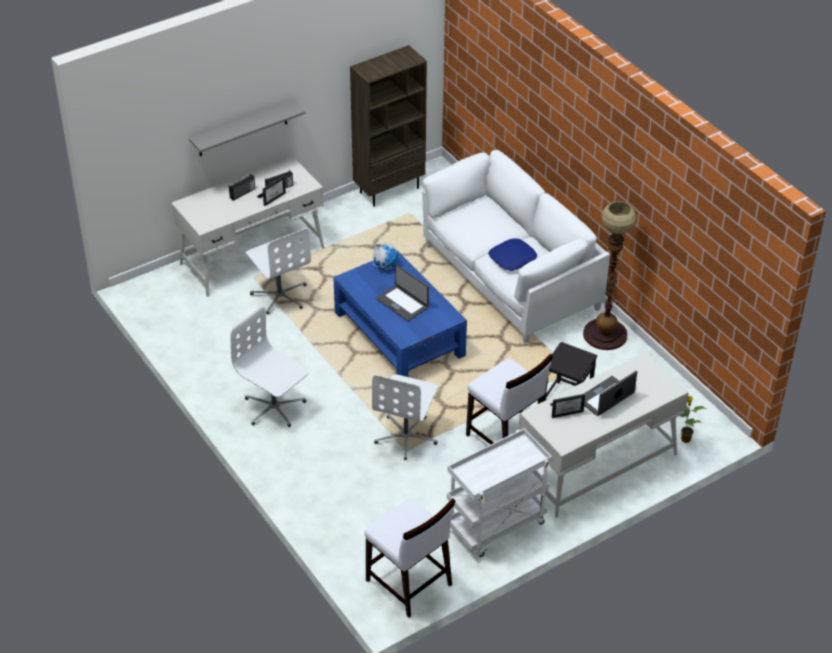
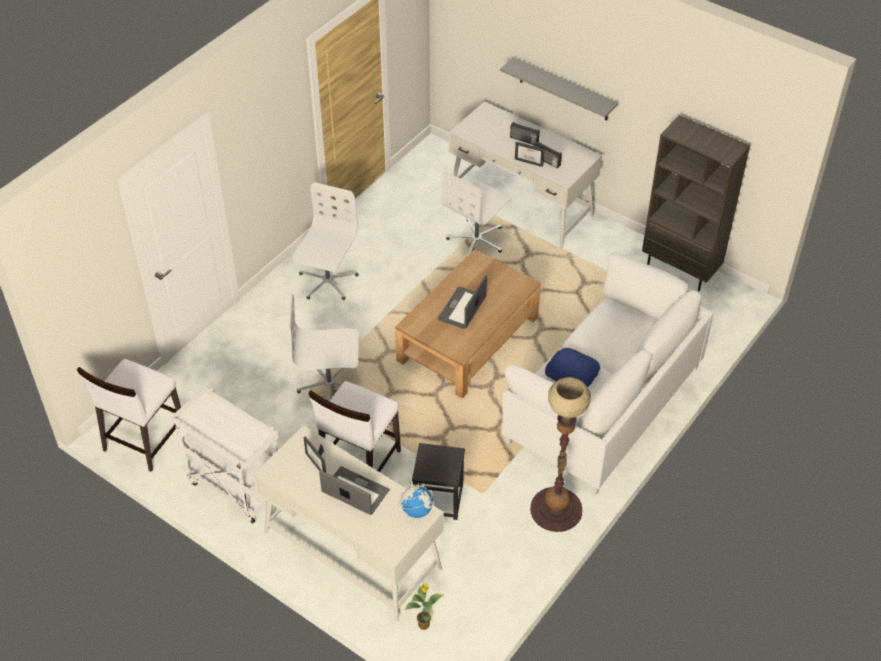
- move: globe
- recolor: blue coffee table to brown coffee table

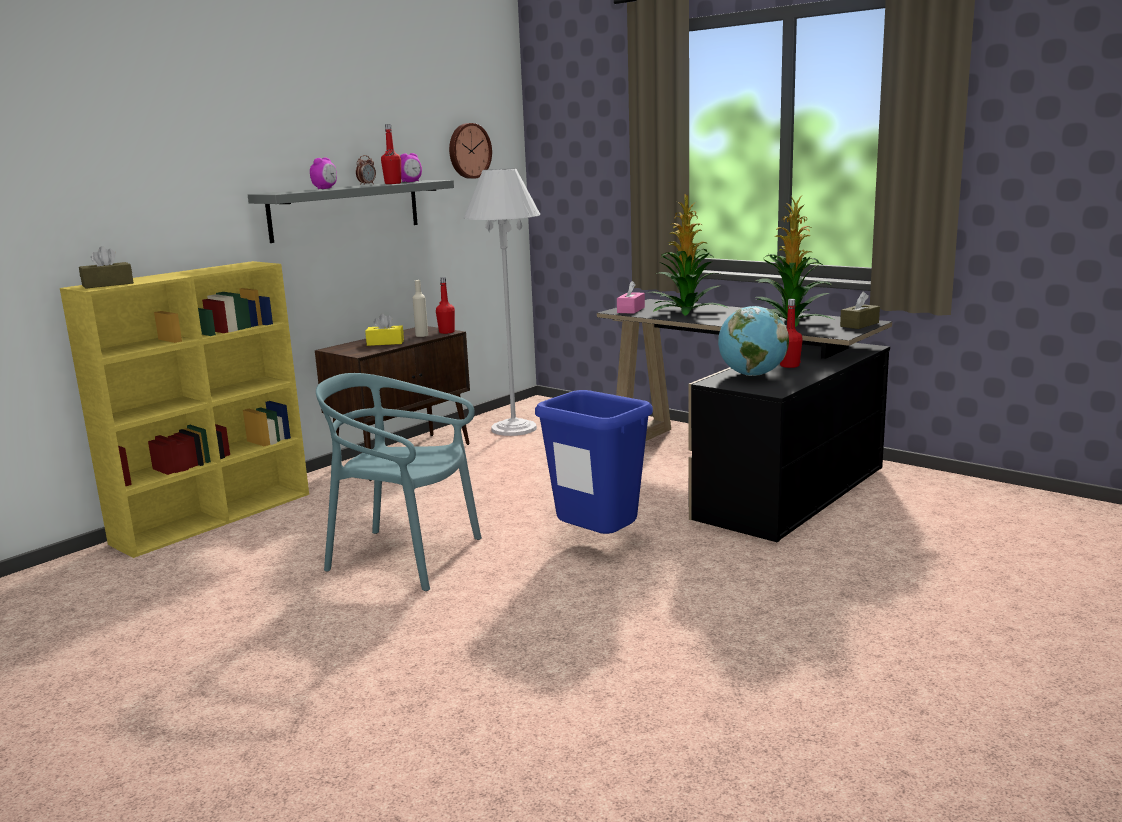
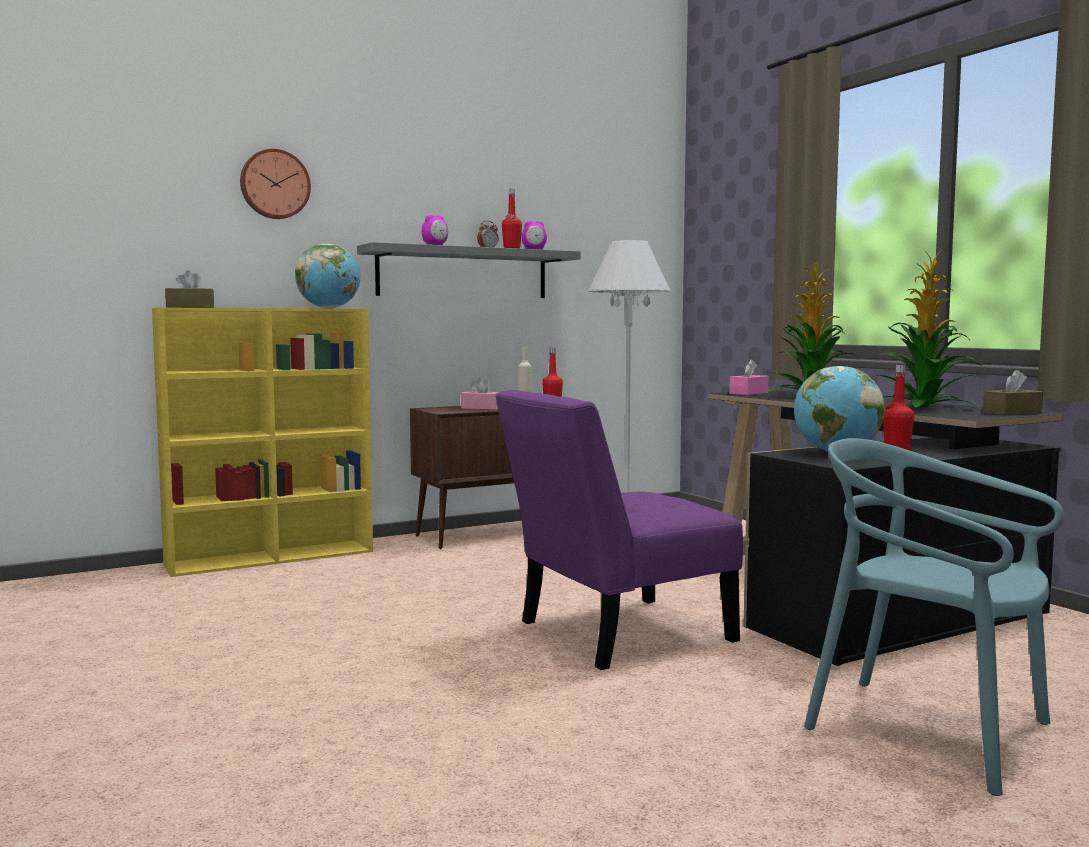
- move: wall clock
- recolor: yellow tissue box to pink tissue box (1st from left)
- move: turquoise chair
- replace: blue trash can to purple chair
- insert: globe (1st from left)

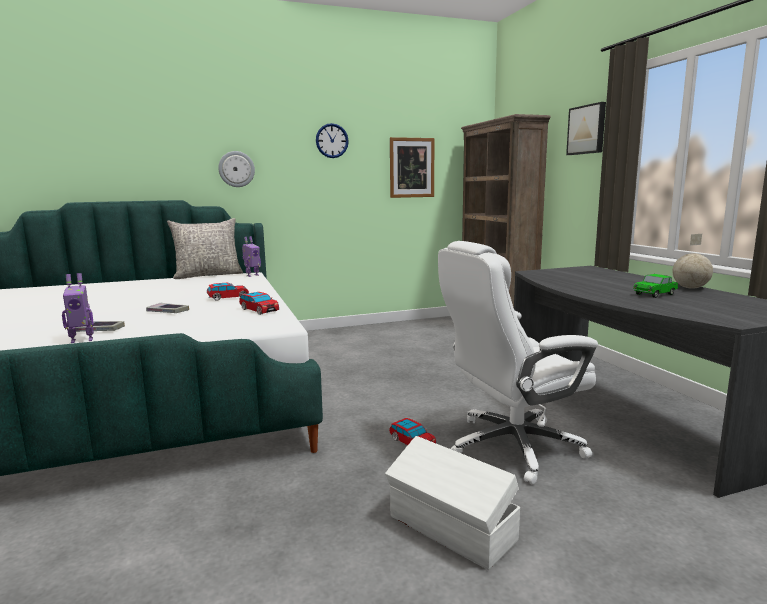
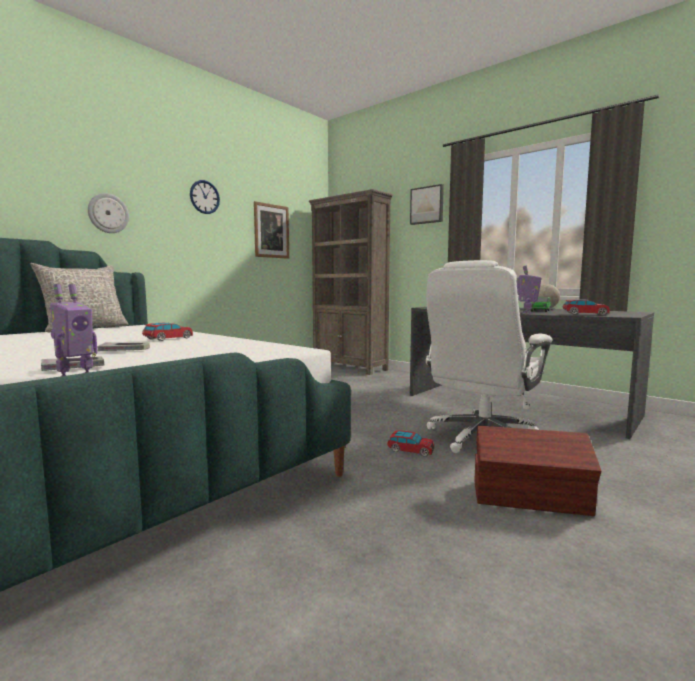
- move: toy robot (2nd from left)
- move: toy car (2nd from left in the first image) to toy car (4th from left)
- recolor: white storage box to brown storage box

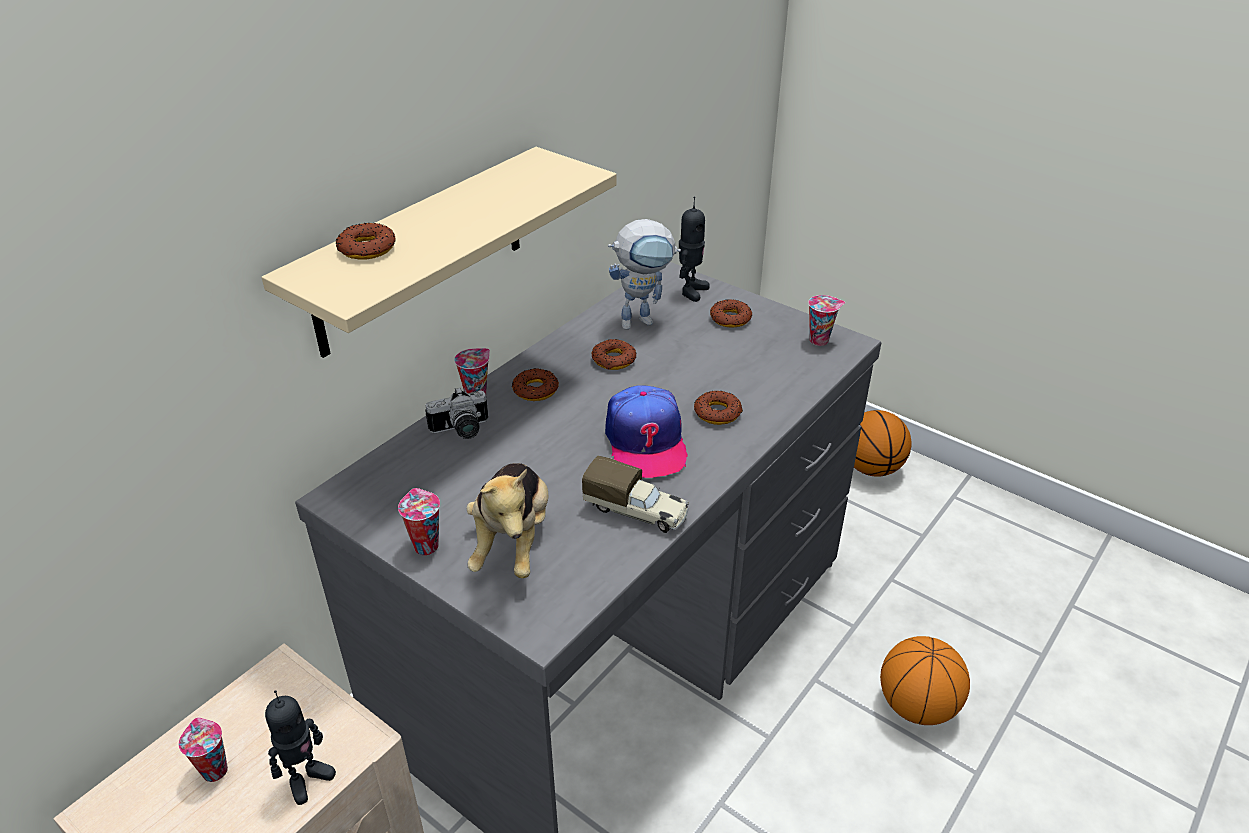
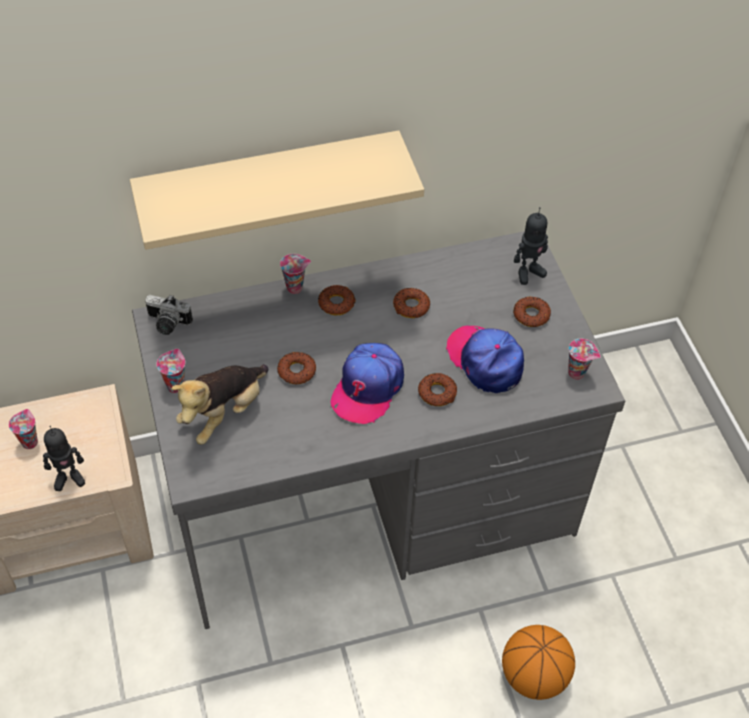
- delete: toy robot (2nd from left)
- move: donut (1st from left)
- move: photo camera
- delete: basketball (1st from left)
- delete: toy truck
- insert: cap (2nd from left)

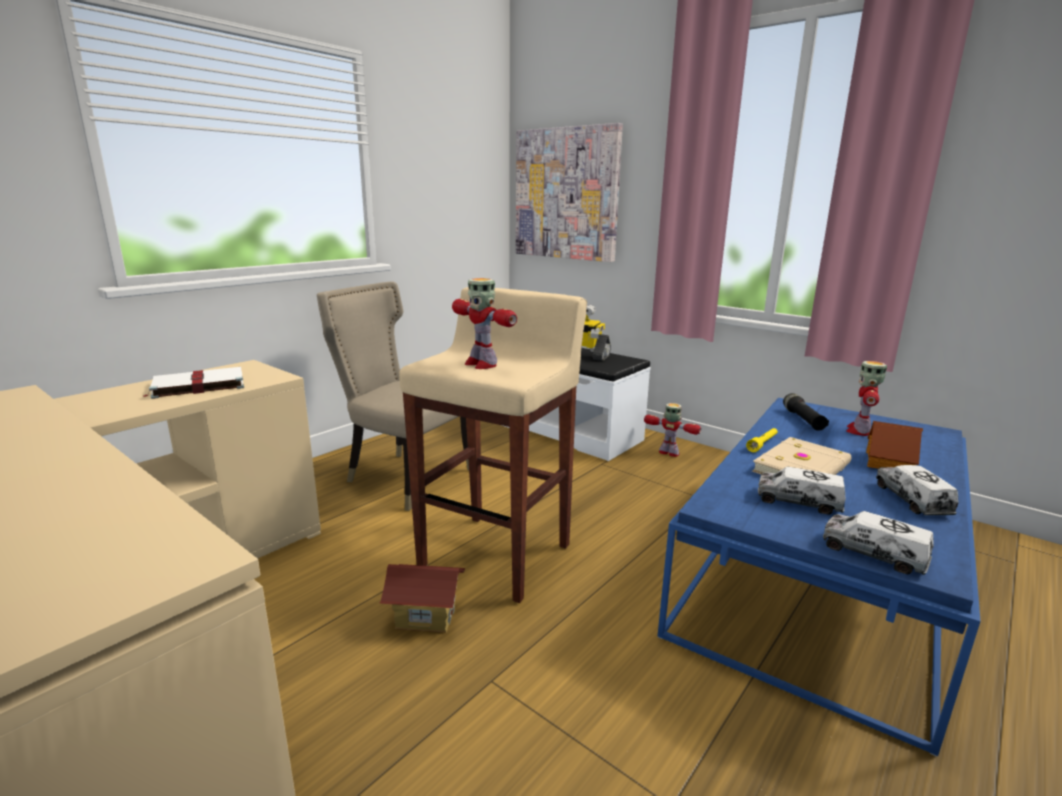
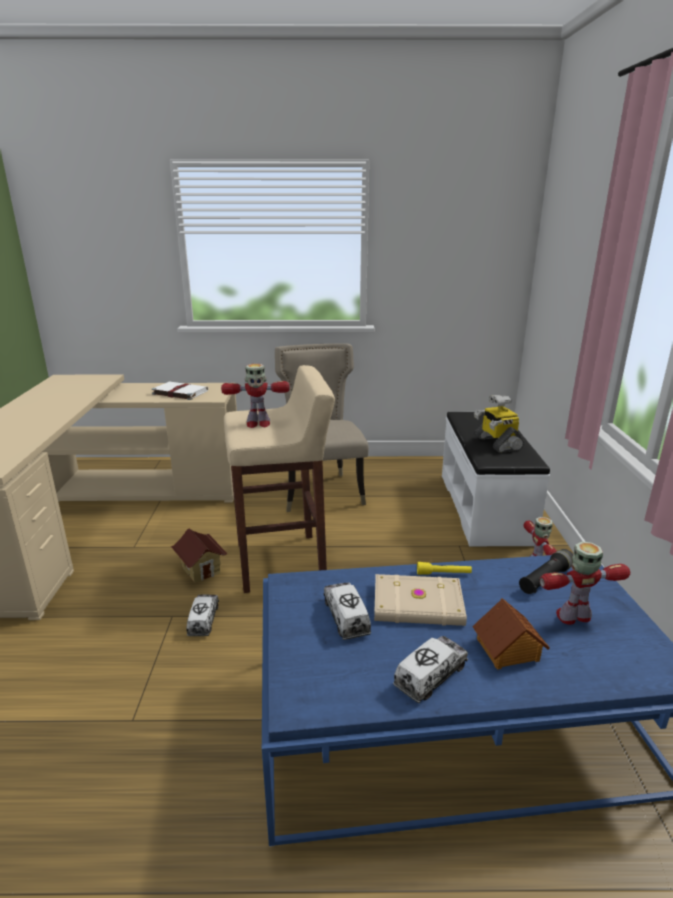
- delete: picture
- rotate: toy robot (1st from left) 105 degrees counterclockwise
- move: toy truck (2nd from left in the first image) to toy truck (1st from left)

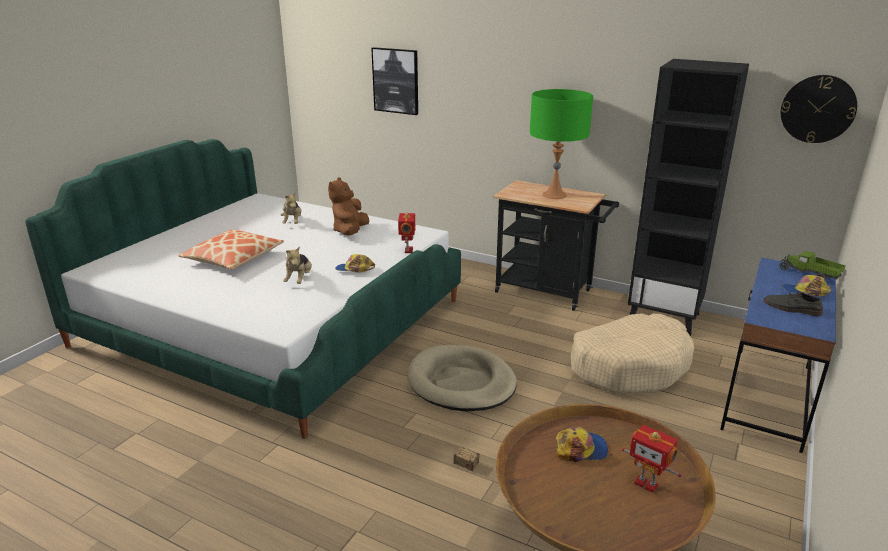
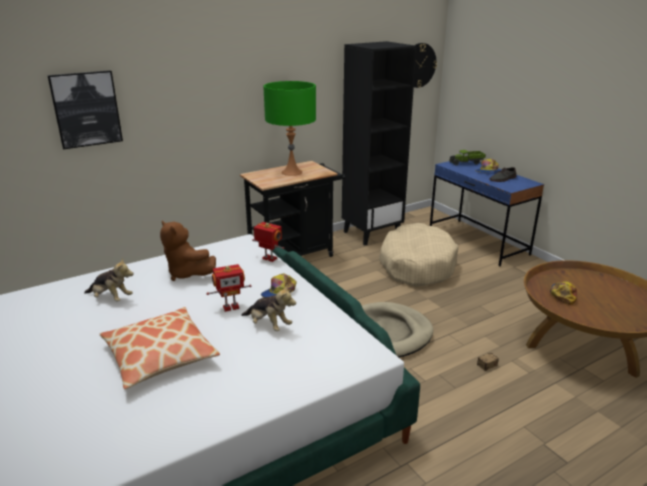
- move: toy robot (2nd from left in the first image) to toy robot (1st from left)

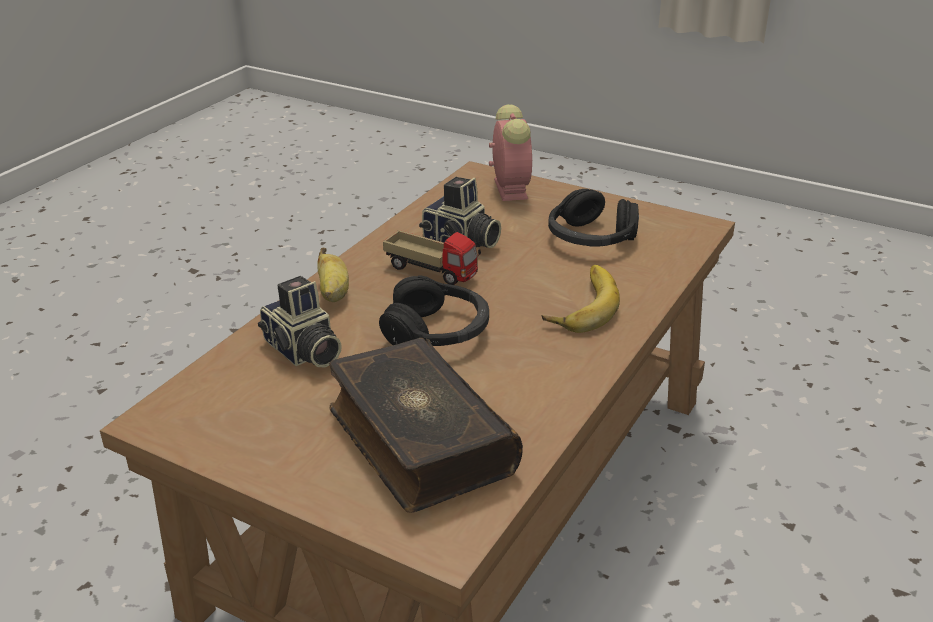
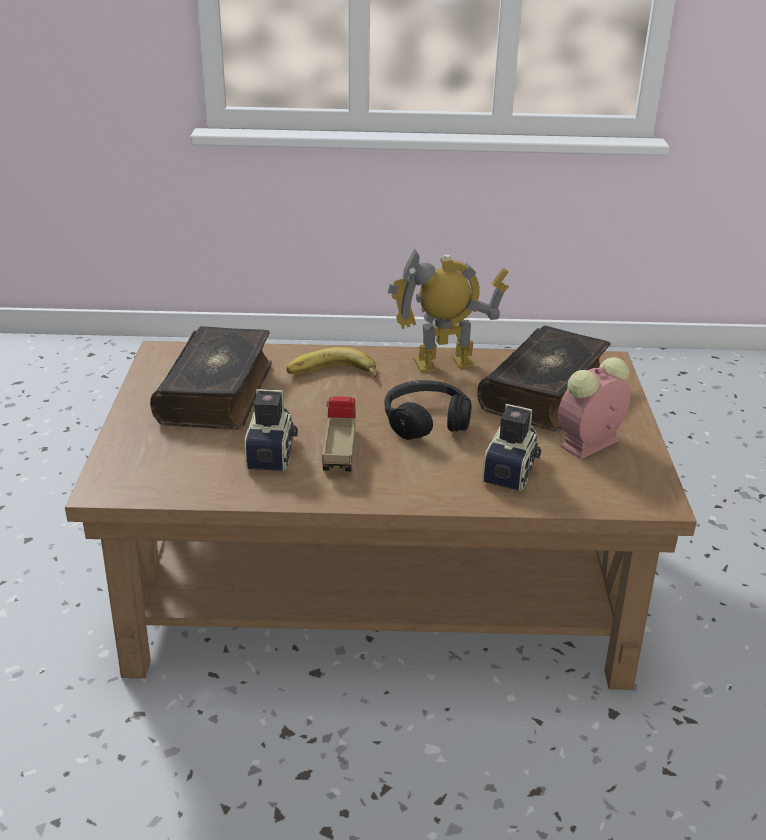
- move: alarm clock
- replace: black headphones (2nd from left) to book (1st from left)
- delete: banana (1st from left)
- insert: toy robot

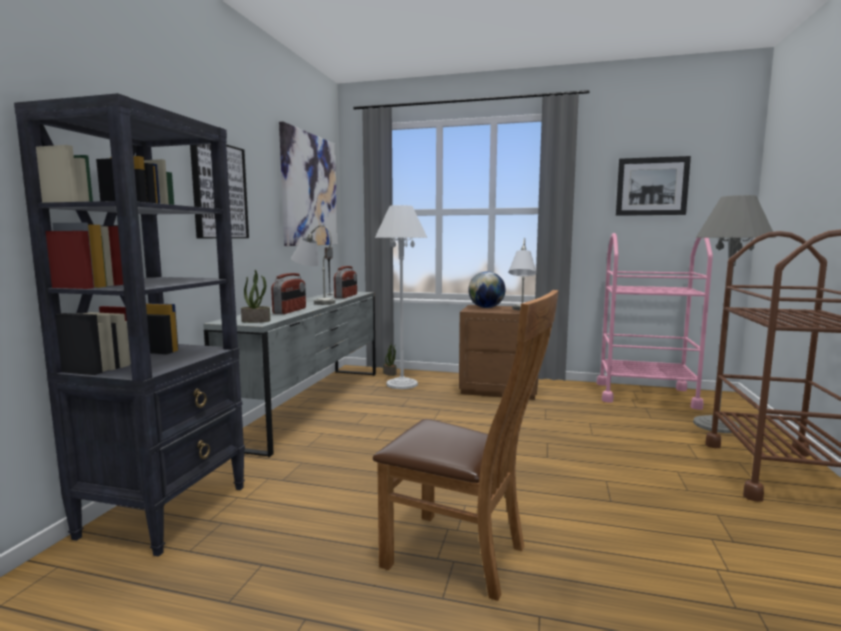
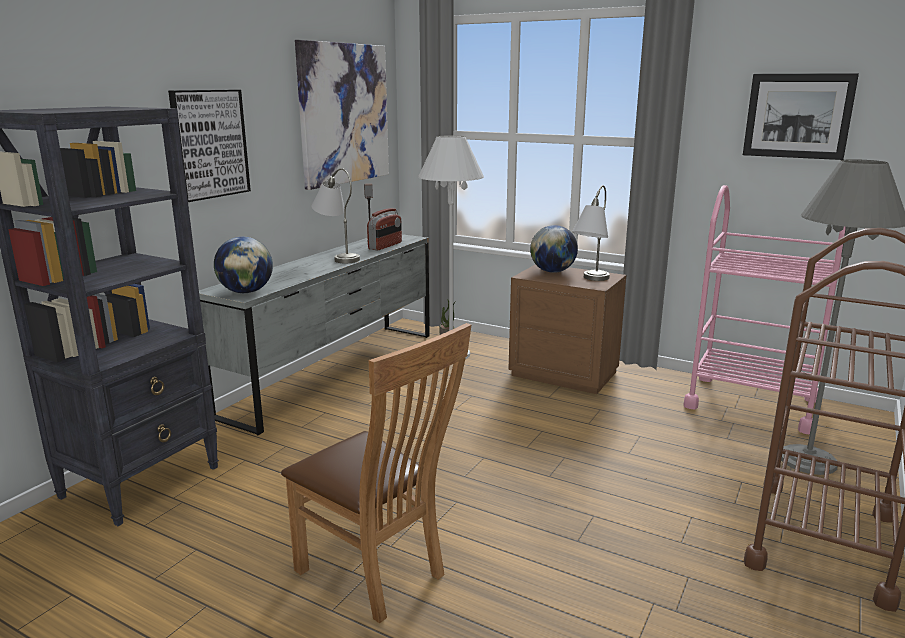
- replace: potted plant (1st from left) to globe (1st from left)
- delete: radio (1st from left)

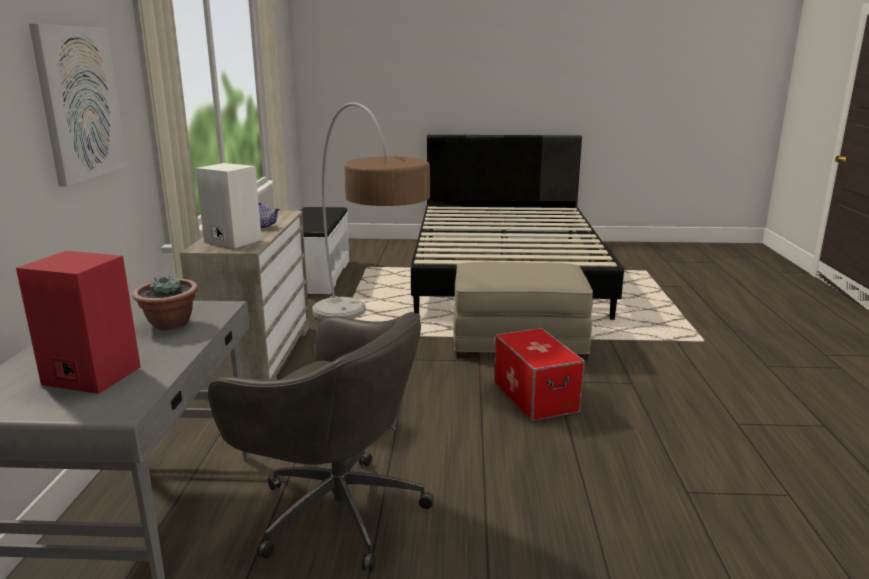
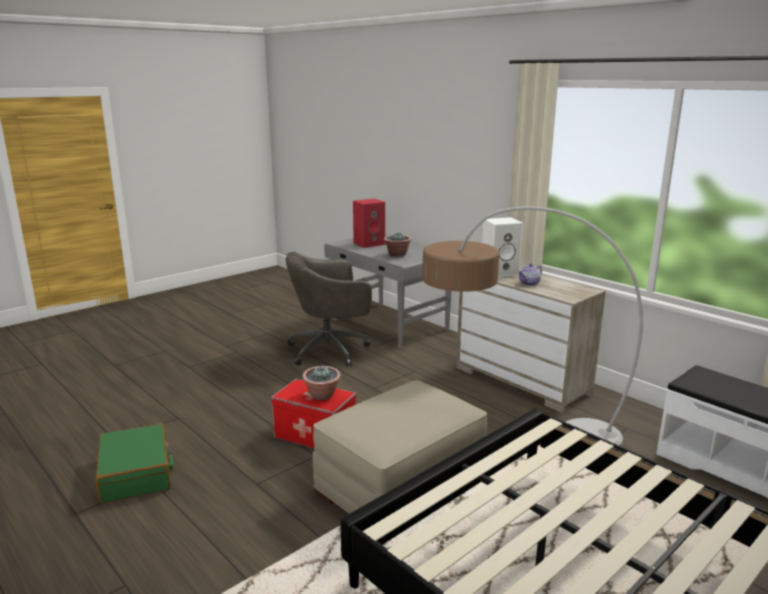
- delete: picture
- insert: potted plant (1st from left)
- insert: green suitcase

